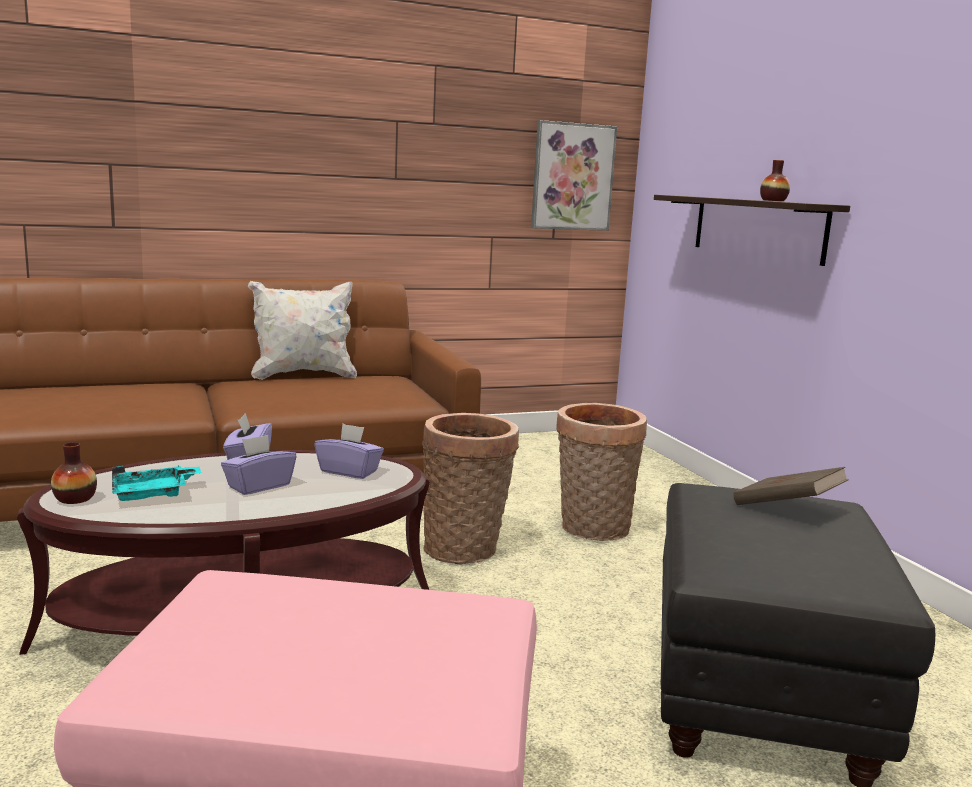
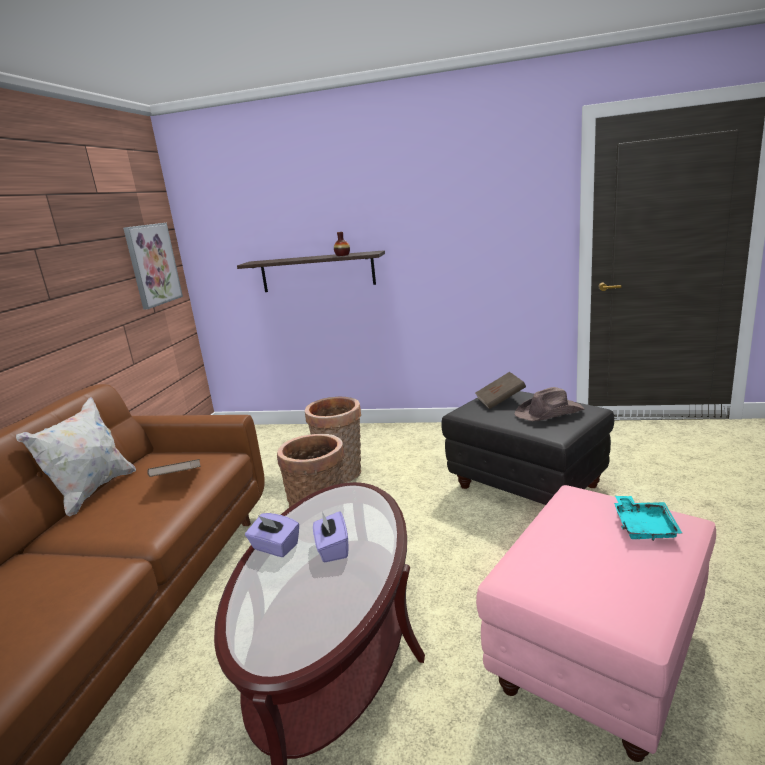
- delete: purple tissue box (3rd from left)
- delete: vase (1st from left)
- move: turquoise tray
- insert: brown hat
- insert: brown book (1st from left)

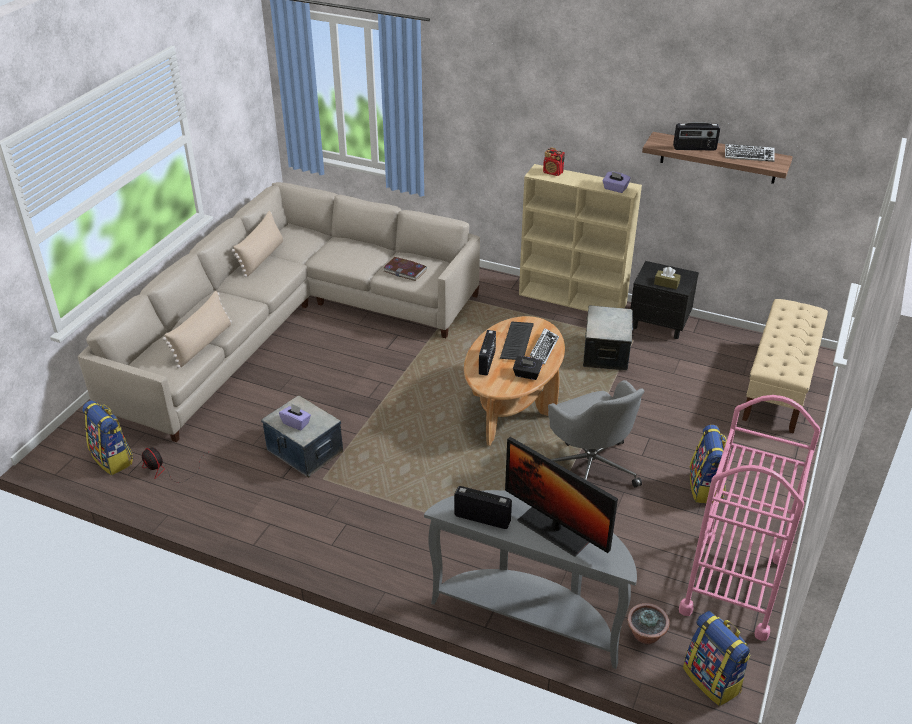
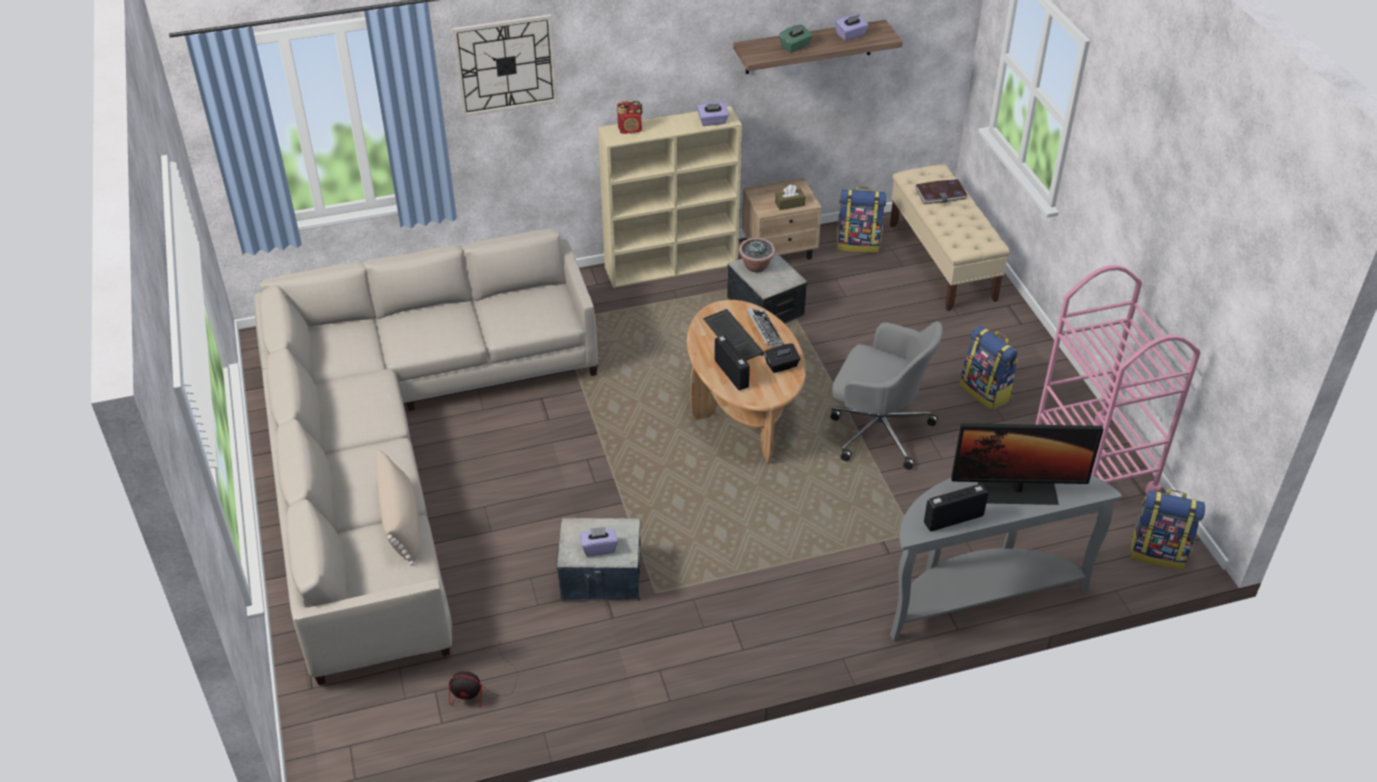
- replace: radio (4th from left) to green tissue box
- replace: keyboard (3rd from left) to purple tissue box (3rd from left)
- delete: beige pillow (2nd from left)
- move: book
- recolor: black nightstand to beige nightstand
- move: backpack (1st from left)
- move: potted plant
- insert: wall clock

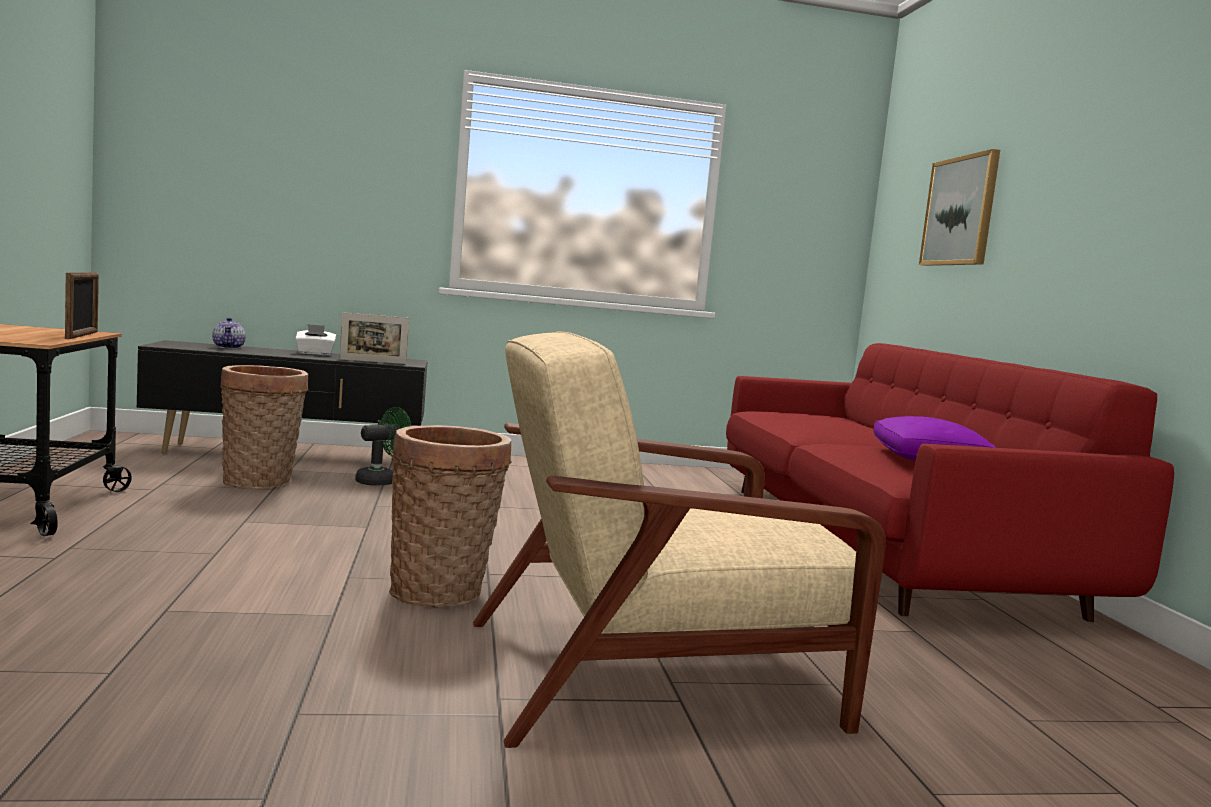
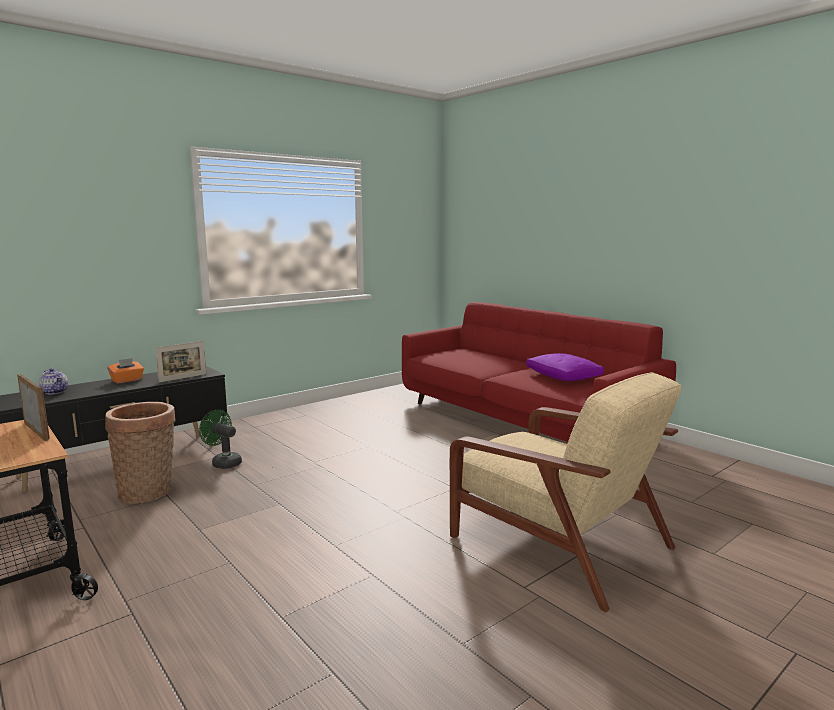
- delete: picture
- recolor: white tissue box to orange tissue box
- rotate: beige armchair 90 degrees counterclockwise
- rotate: green fan 75 degrees counterclockwise
- delete: basket (2nd from left)

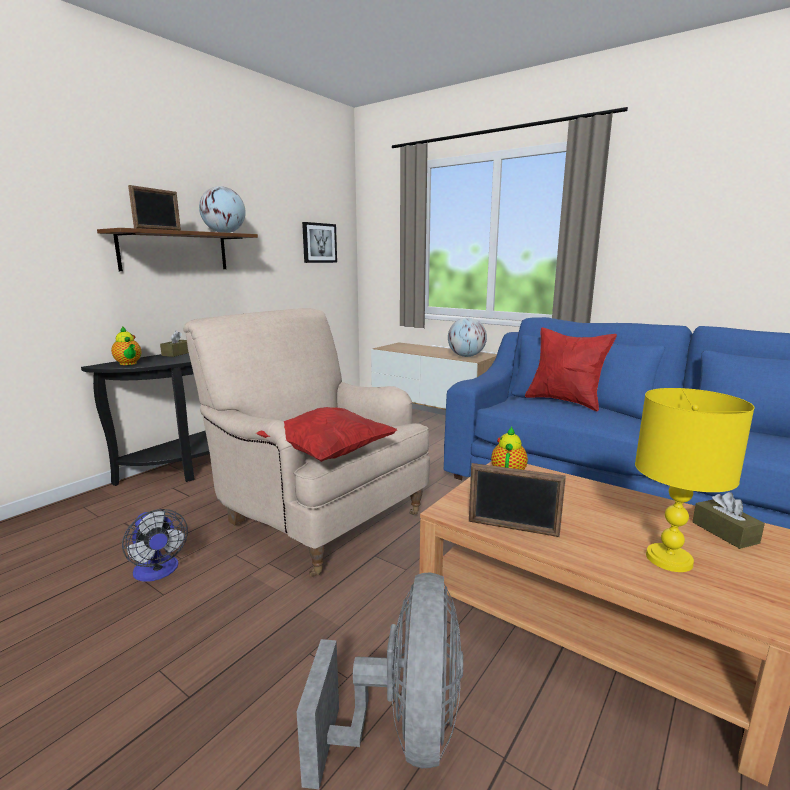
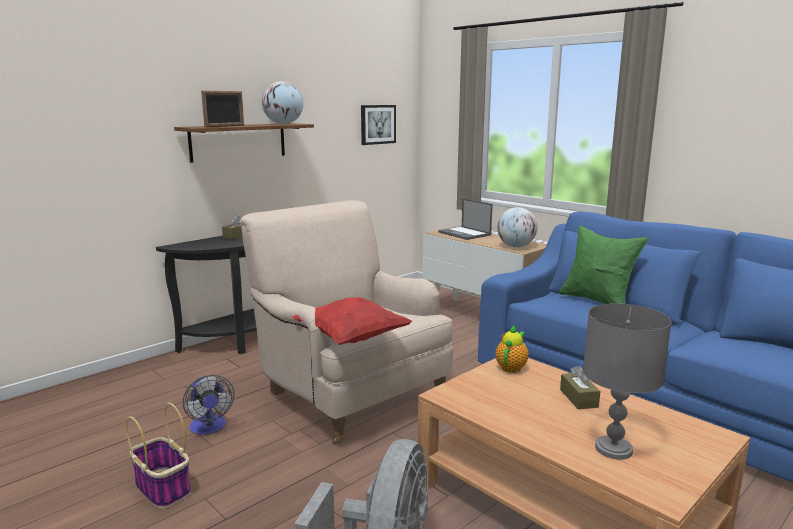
- delete: teapot (1st from left)
- recolor: red pillow (2nd from left) to green pillow
- recolor: yellow table lamp to grey table lamp
- delete: picture frame (2nd from left)
- move: brown tissue box (2nd from left)
- insert: laptop
- insert: basket

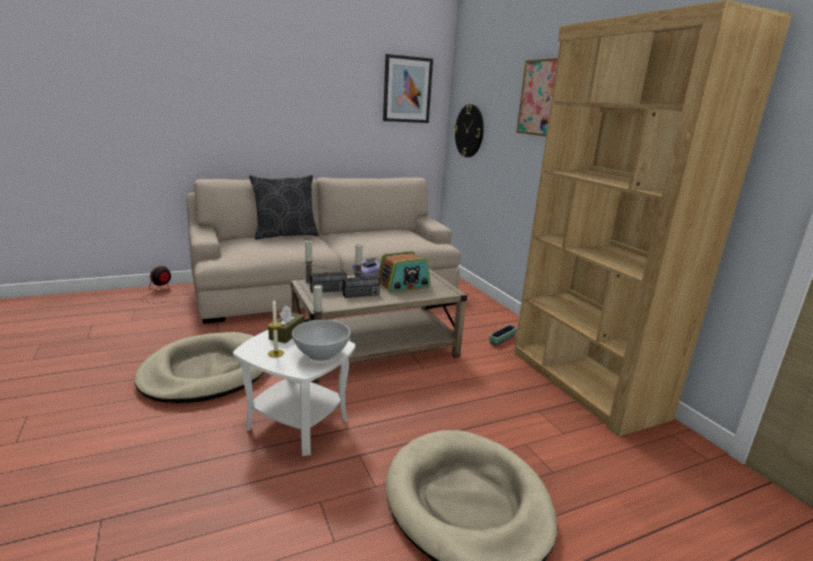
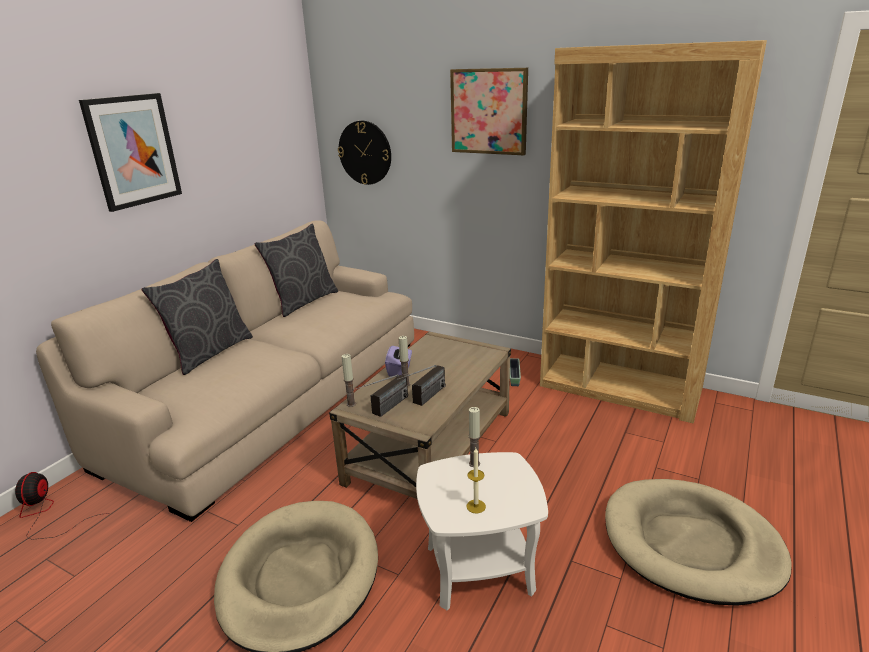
- move: picture (1st from left)
- delete: radio (3rd from left)
- delete: brown tissue box
- delete: white bowl
- insert: grey pillow (2nd from left)

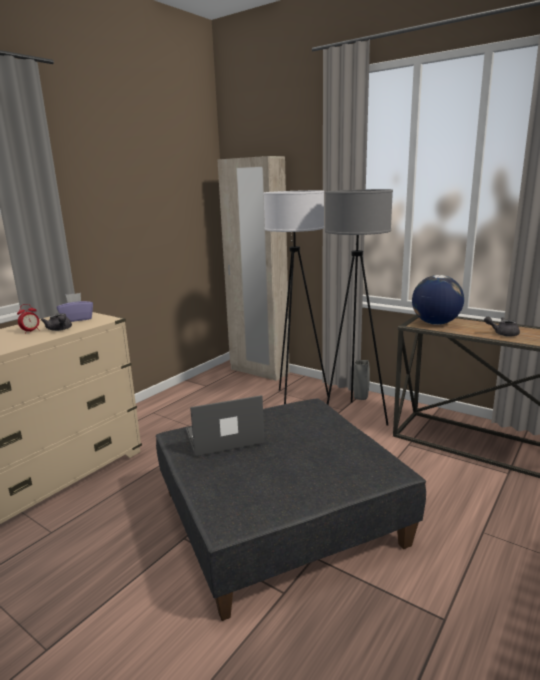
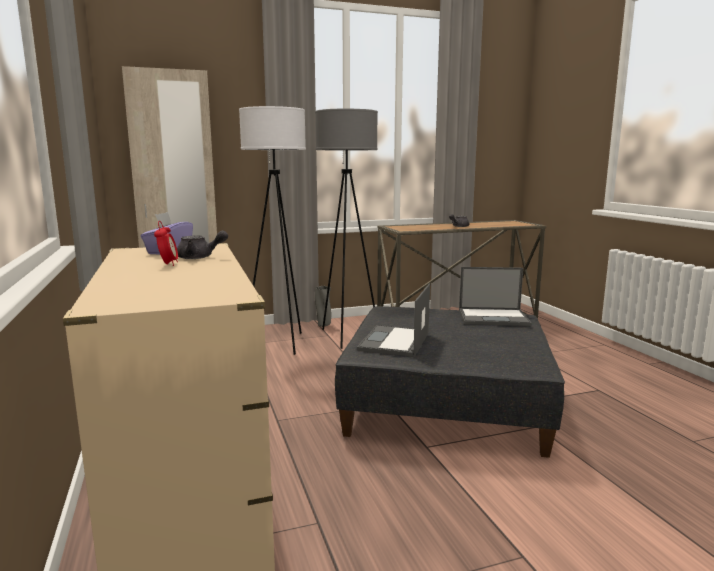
- delete: globe
- insert: laptop (2nd from left)

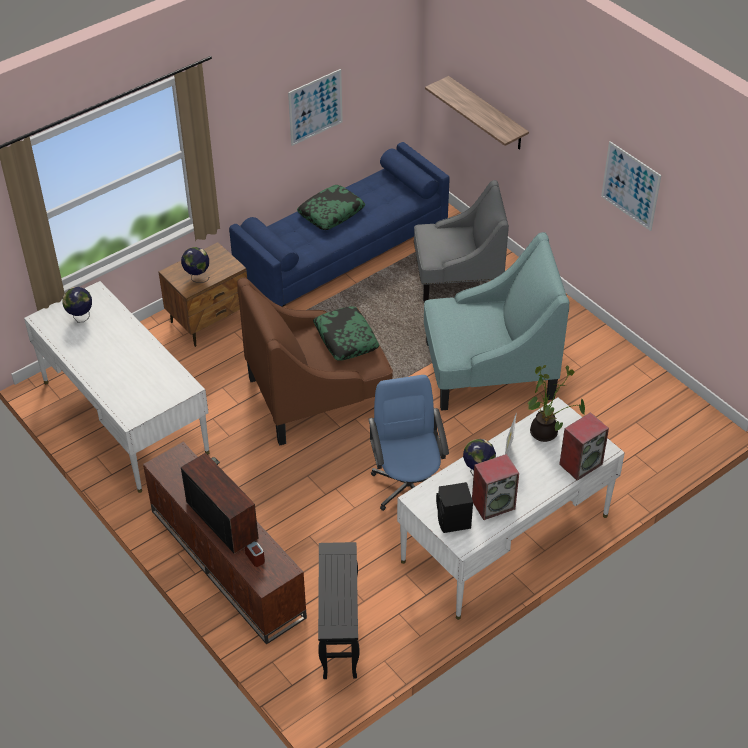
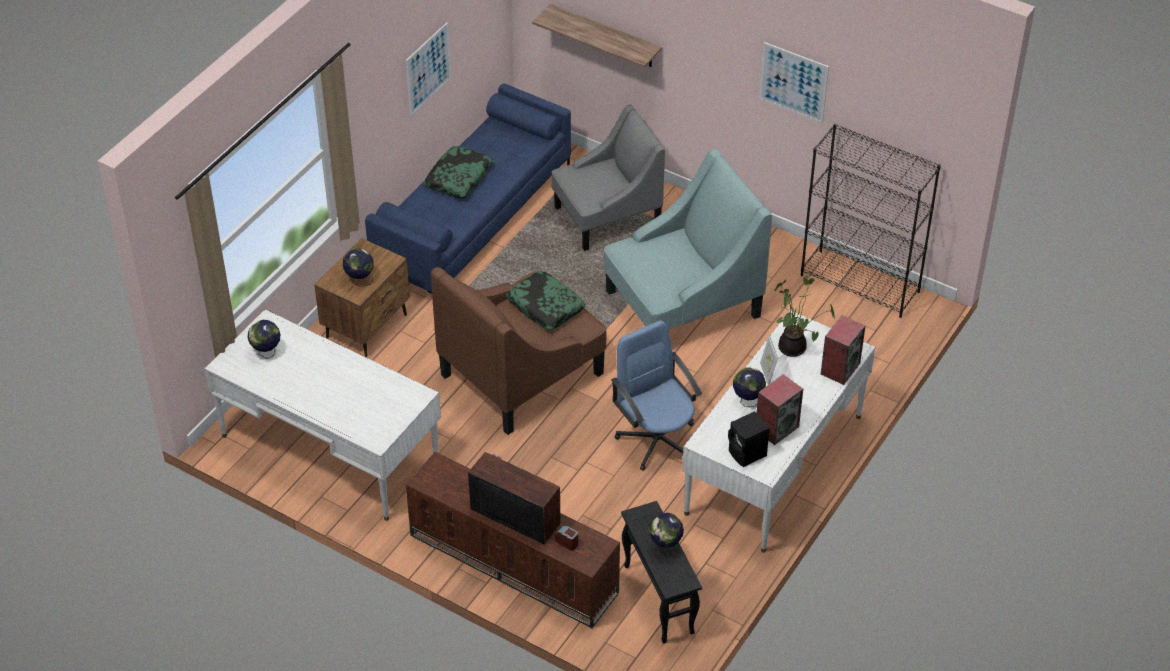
- insert: black bookcase
- insert: globe (3rd from left)

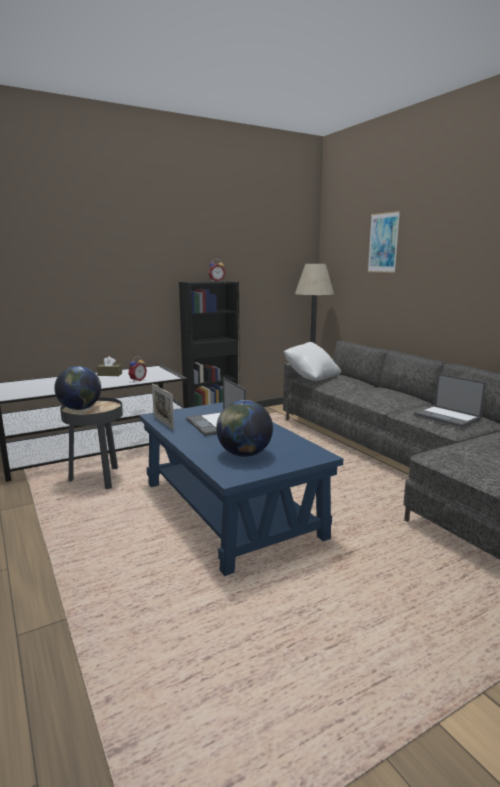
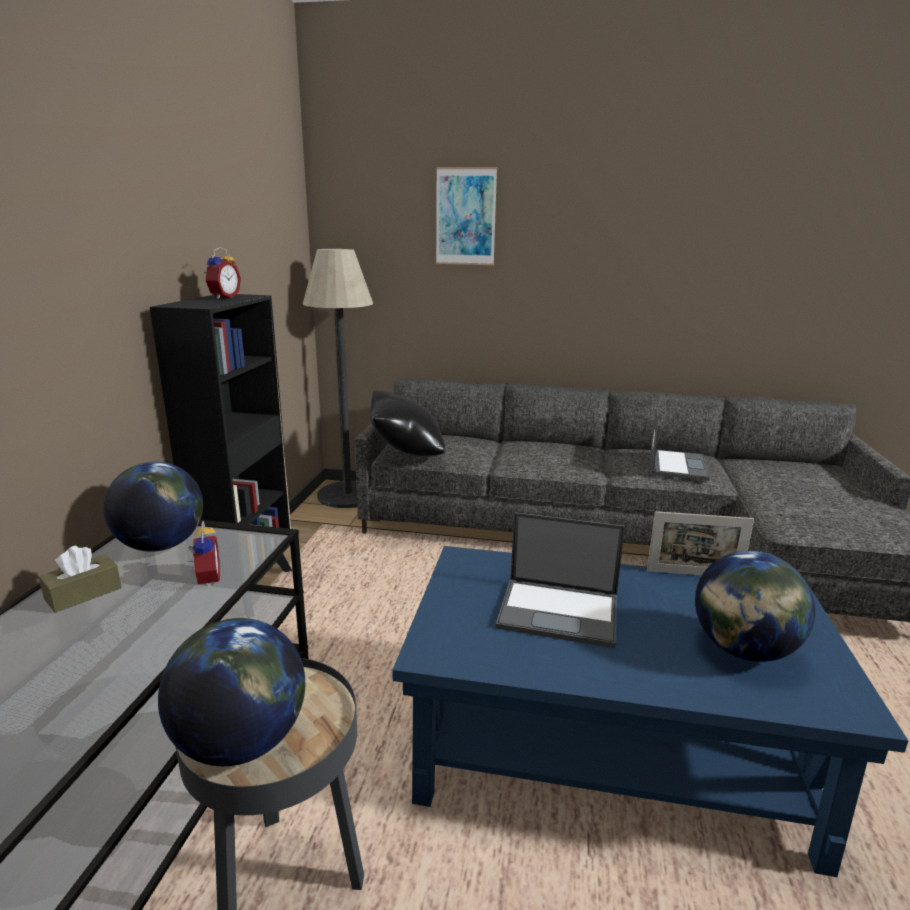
- recolor: white pillow to black pillow
- rotate: laptop (2nd from left) 75 degrees counterclockwise
- move: picture frame
- insert: globe (1st from left)

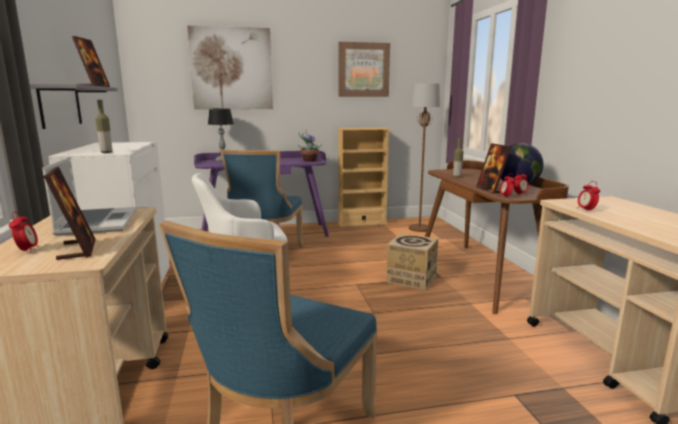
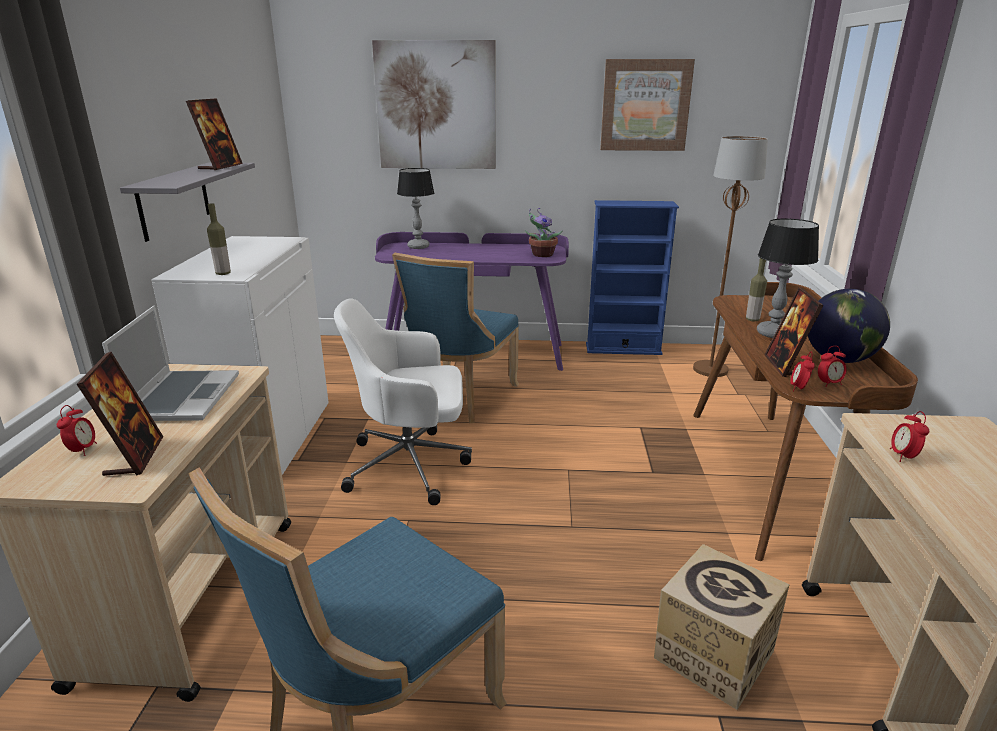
- recolor: beige bookcase to blue bookcase
- move: cardboard box
- insert: table lamp (2nd from left)

